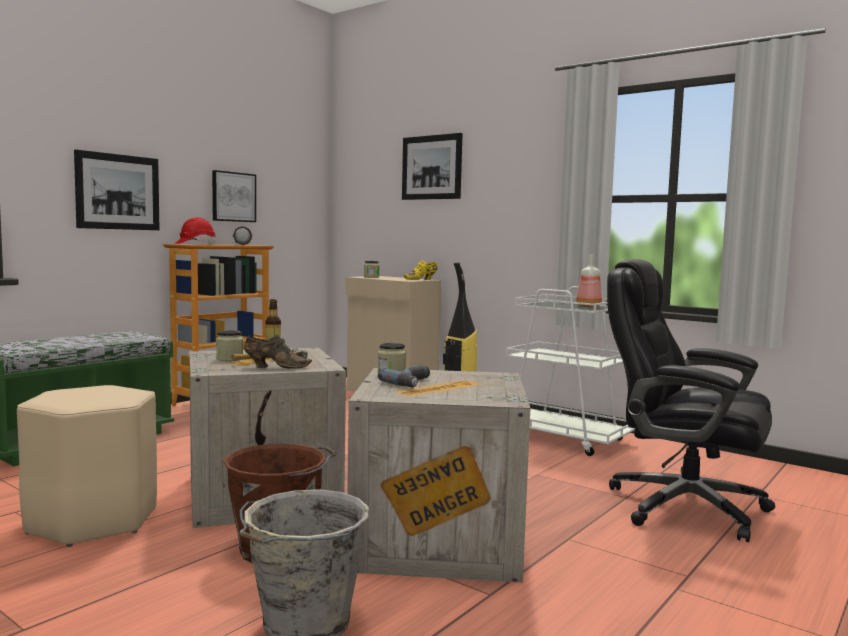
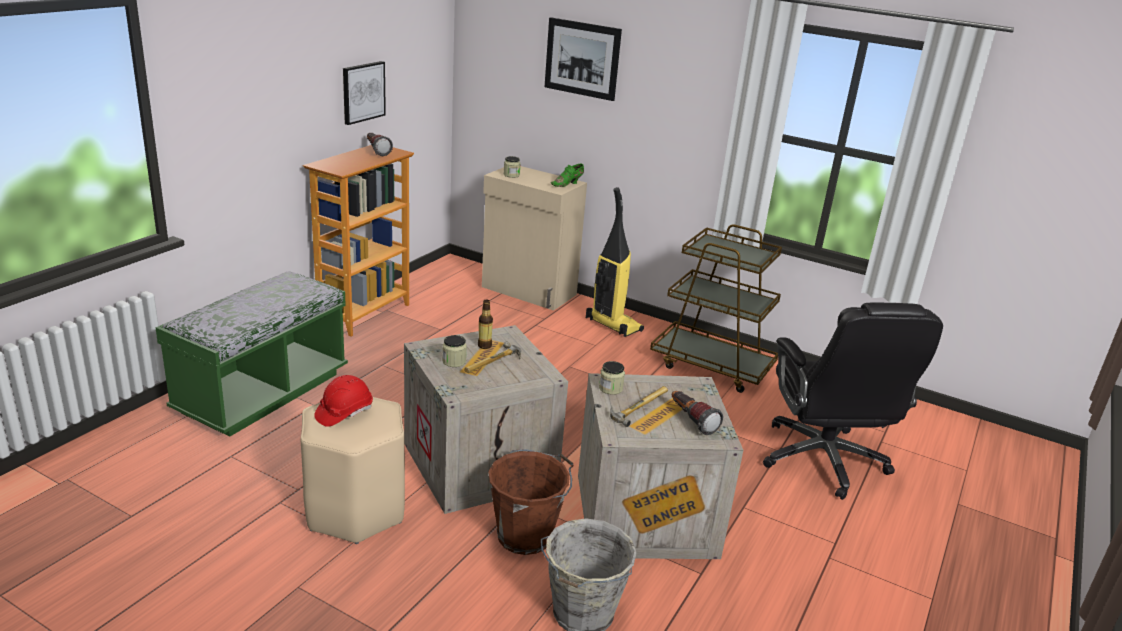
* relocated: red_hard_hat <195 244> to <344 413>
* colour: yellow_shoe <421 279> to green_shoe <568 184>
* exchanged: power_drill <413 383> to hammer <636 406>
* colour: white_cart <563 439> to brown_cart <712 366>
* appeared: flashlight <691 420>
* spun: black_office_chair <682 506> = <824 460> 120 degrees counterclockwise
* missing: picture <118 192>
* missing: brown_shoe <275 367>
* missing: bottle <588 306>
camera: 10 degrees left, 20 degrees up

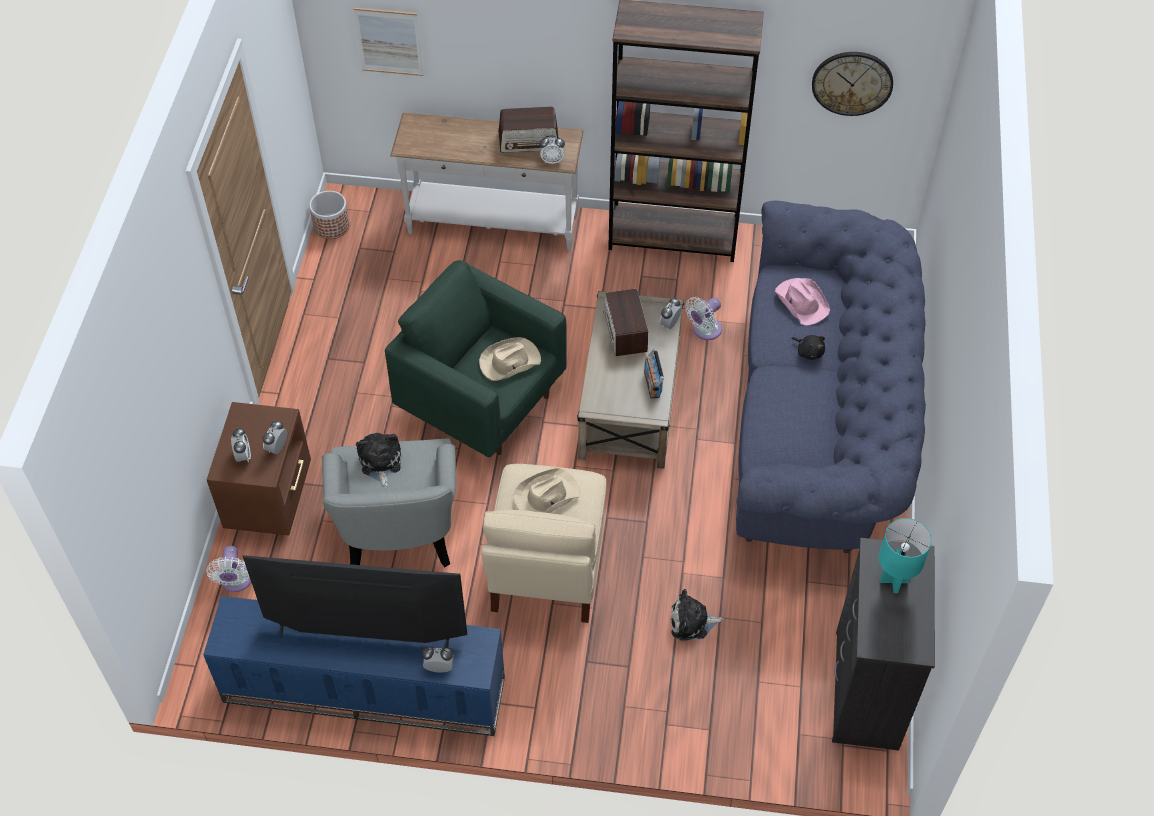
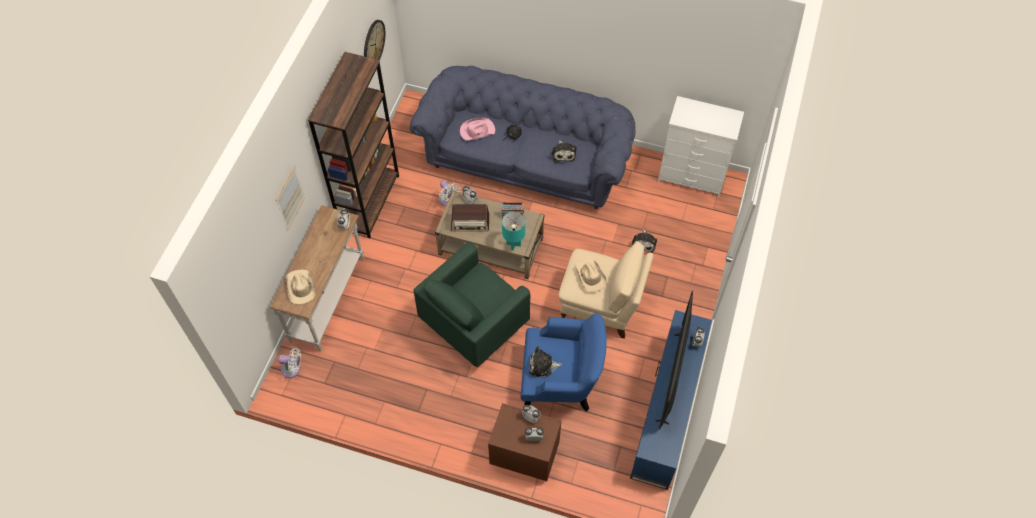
* relocated: picture <389 41> to <290 198>
* relocated: white_fan <236 581> to <293 369>
* relocated: beige_hat <509 361> to <300 287>
* relocated: turquoise_table_lamp <893 580> to <513 244>
* colour: grey_armchair <398 529> to blue_armchair <560 381>
* appeared: plush_toy <563 153>
* colour: black_dresser <865 690> to white_dresser <692 177>
* missing: planter <331 226>
* missing: radio <529 140>
camera: 80 degrees left, 5 degrees up

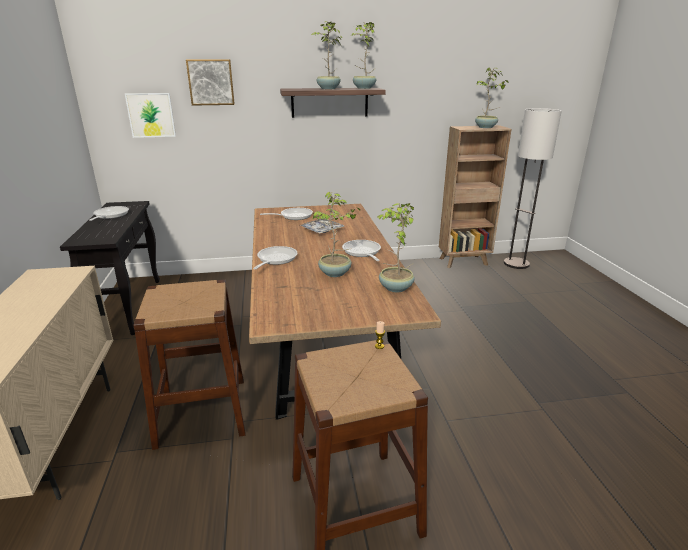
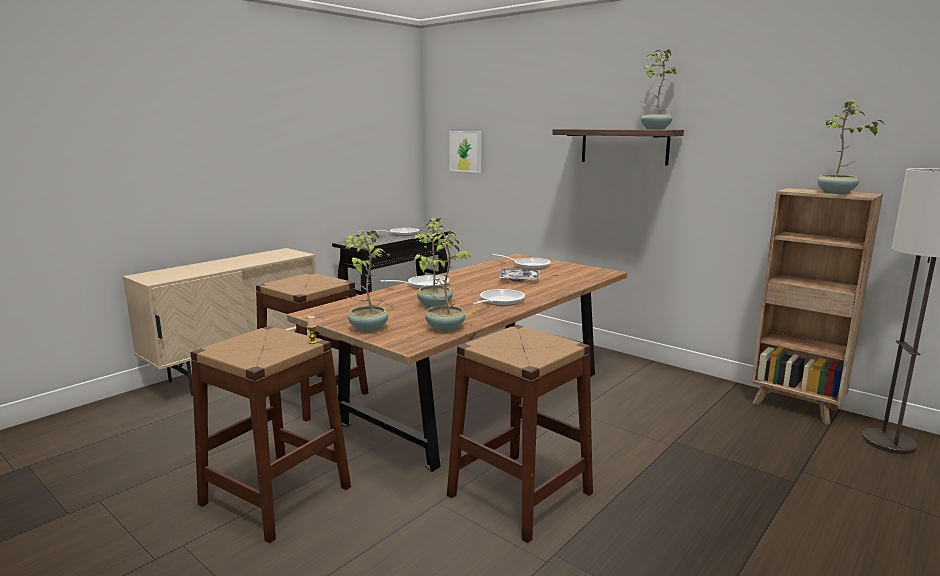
* relocated: potted_plant <328 88> to <367 328>
* appeared: brown_stool <520 494>
* missing: picture <211 82>
camera: 50 degrees right, 10 degrees down

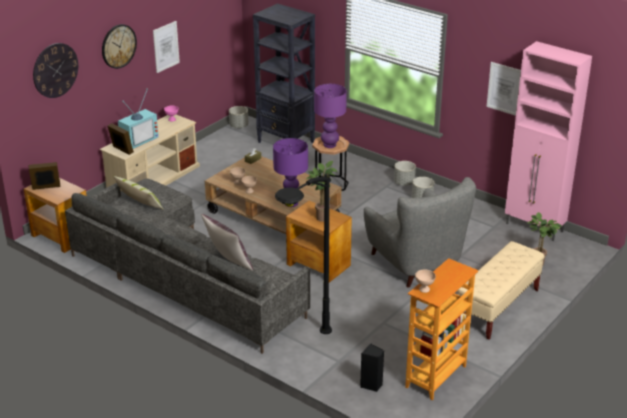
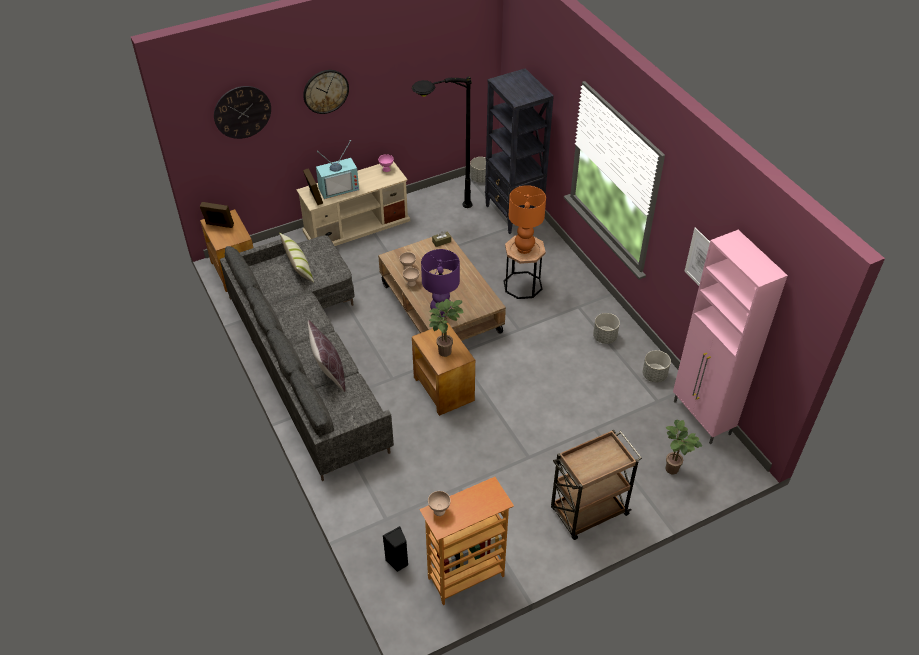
* relocated: black_floor_lamp <301 350> to <439 214>
* colour: purple_table_lamp <330 145> to orange_table_lamp <524 249>
* exchanged: beige_bench <497 307> to brown_cart <588 512>
* relocated: grey_planter <404 183> to <654 375>
* missing: picture <166 46>
* missing: grey_armchair <416 263>
camera: 25 degrees right, 15 degrees up

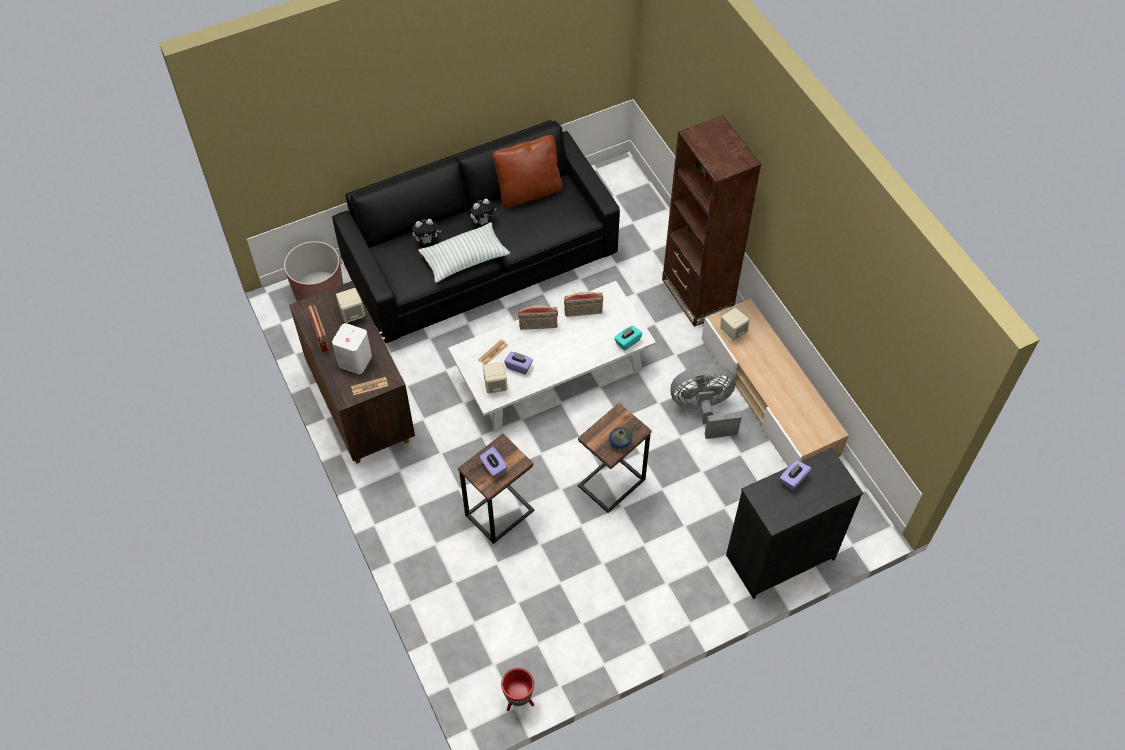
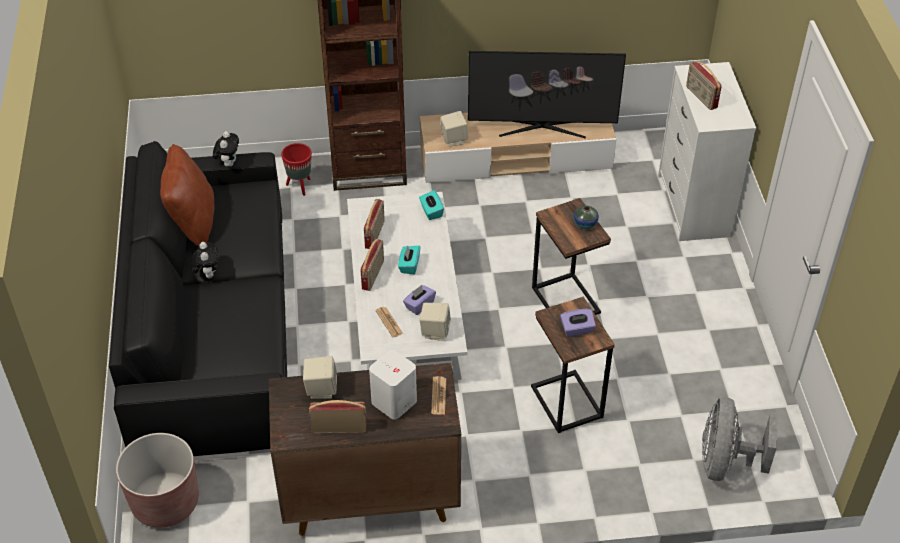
* relocated: plush_toy <427 240> to <228 163>
* relocated: red_planter <519 700> to <300 186>
* appeared: turquoise_tissue_box <409 265>
* appeared: television <541 128>
* colour: black_dresser <779 556> to white_dresser <693 205>
* exchanged: purple_tissue_box <793 479> to radio <700 97>
* relocated: grey_fan <704 411> to <725 462>
* missing: pillow <464 259>
camera: 70 degrees left, 10 degrees down

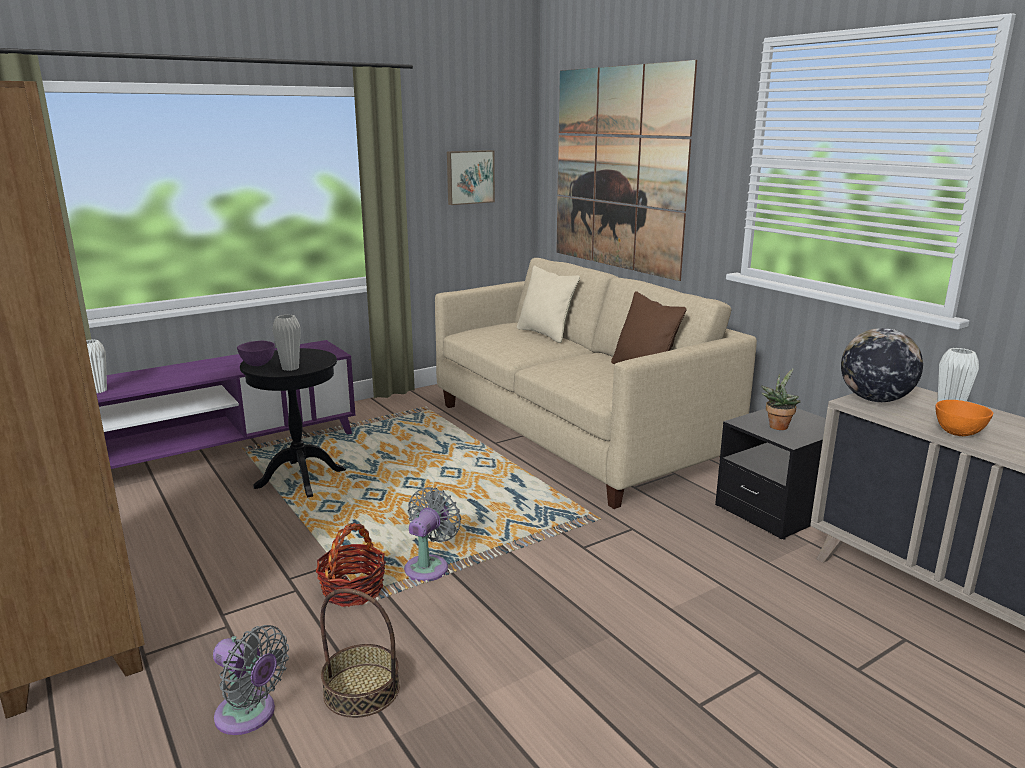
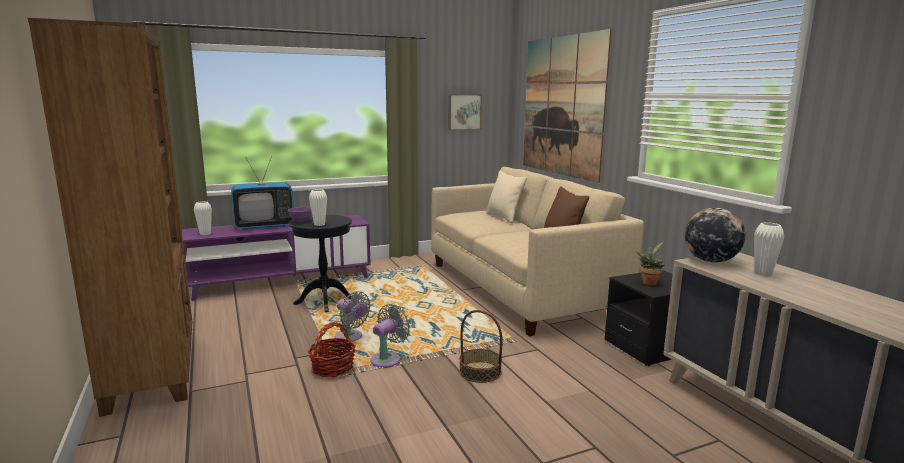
* appeared: television <264 226>
* relocated: grey_fan <249 715> to <350 337>
* relocated: basket <362 690> to <480 372>
* missing: orange_bowl <959 433>
camera: 10 degrees right, 5 degrees down

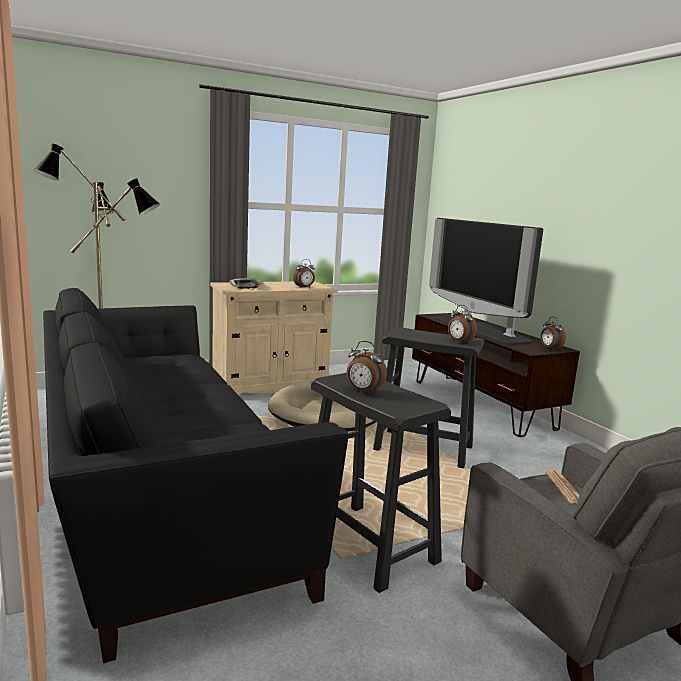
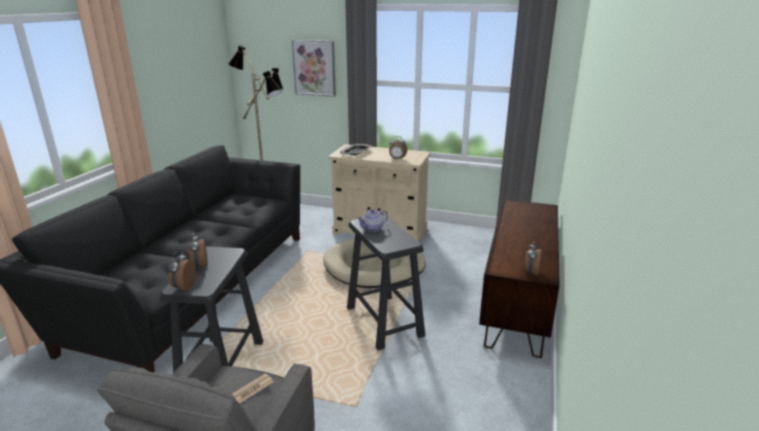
* relocated: alarm_clock <459 342> to <183 287>
* appeared: picture <314 68>
* appeared: teapot <373 228>
* missing: television <482 329>
camera: 45 degrees right, 10 degrees up

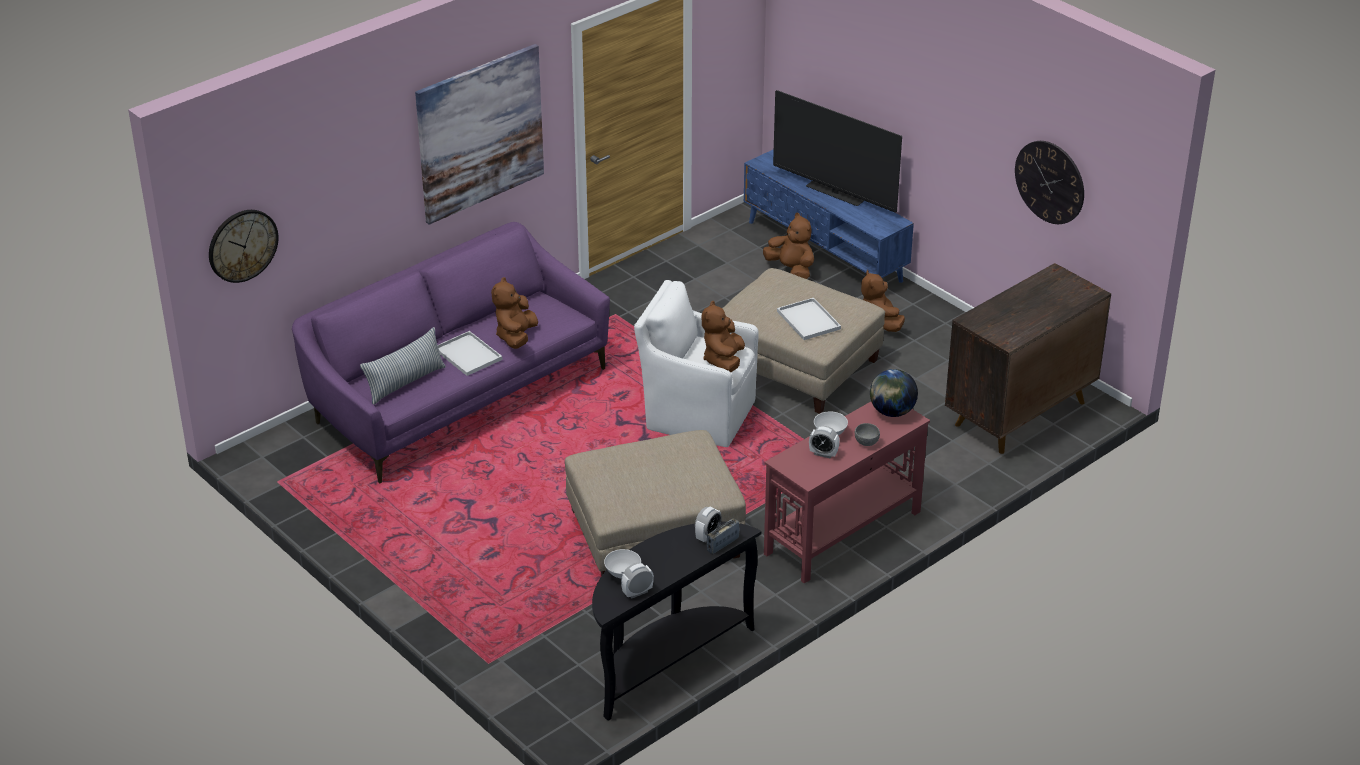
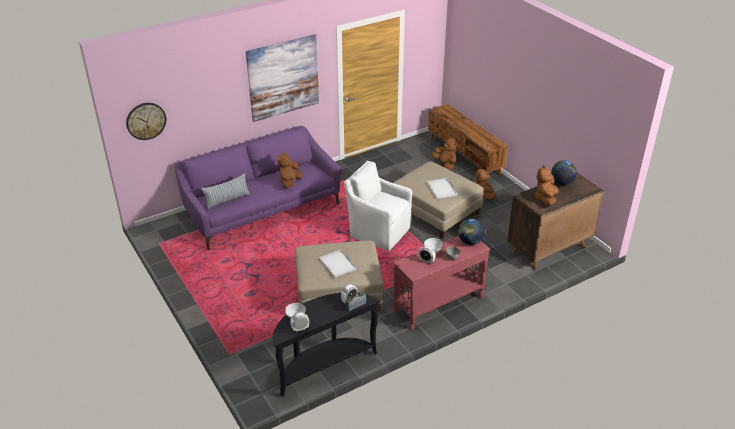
* relocated: white_tray <467 354> to <337 264>
* colour: blue_tv_stand <825 251> to brown_tv_stand <464 157>
* relocated: brown_plush_toy <723 361> to <545 199>
* appeared: globe <562 182>
* missing: television <834 194>
* missing: wall_clock <1050 182>
camera: 10 degrees right, 0 degrees up

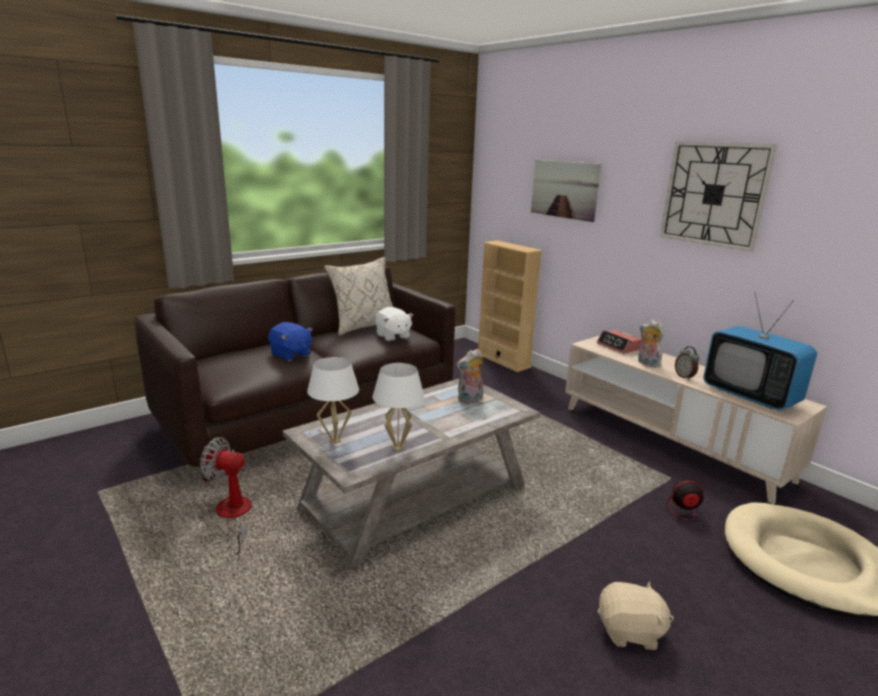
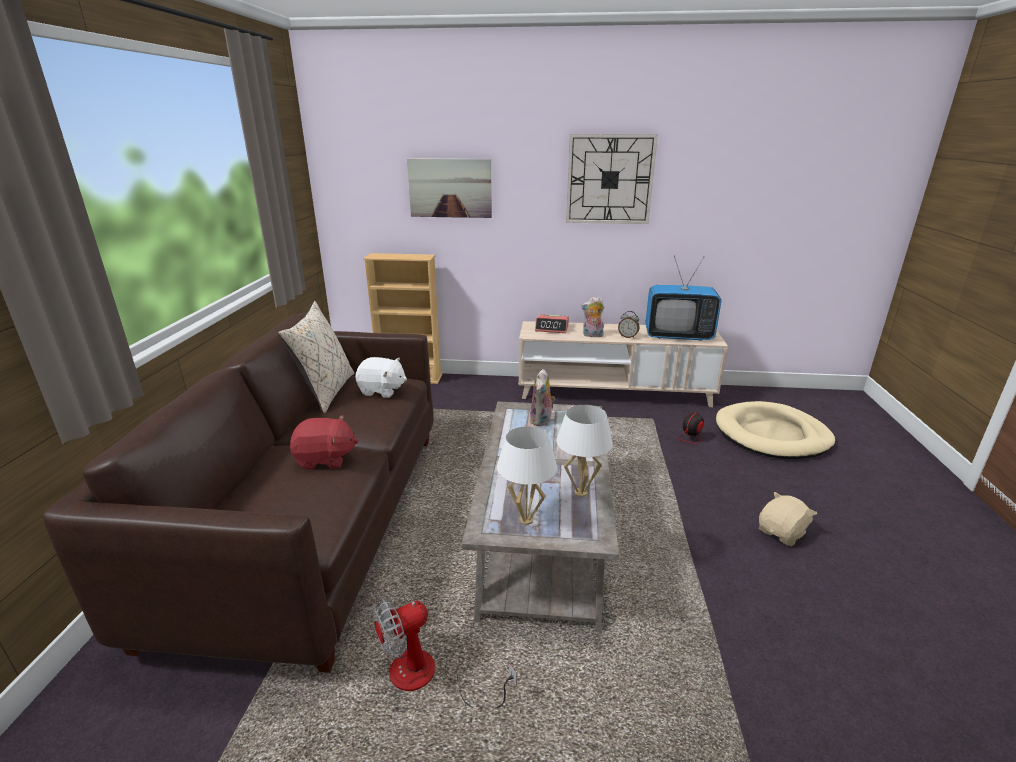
* colour: blue_plush_toy <291 355> to red_plush_toy <325 459>
camera: 45 degrees left, 5 degrees up

